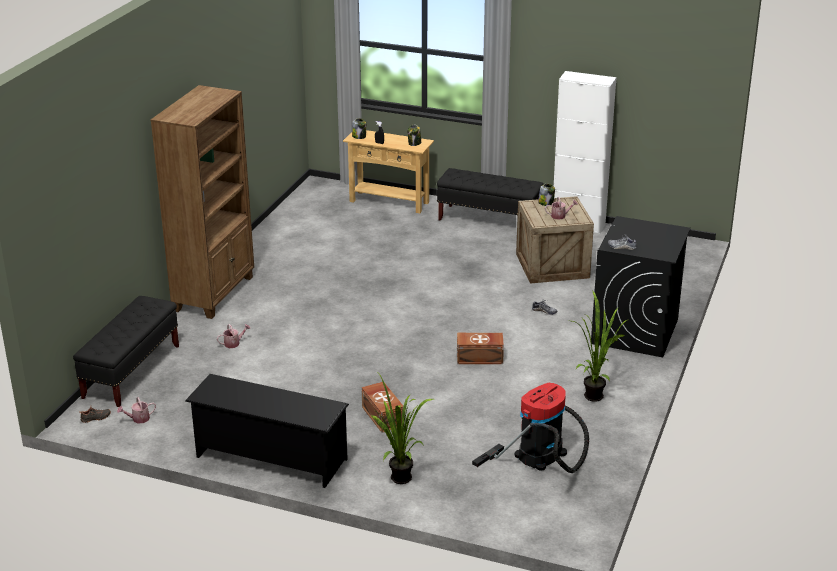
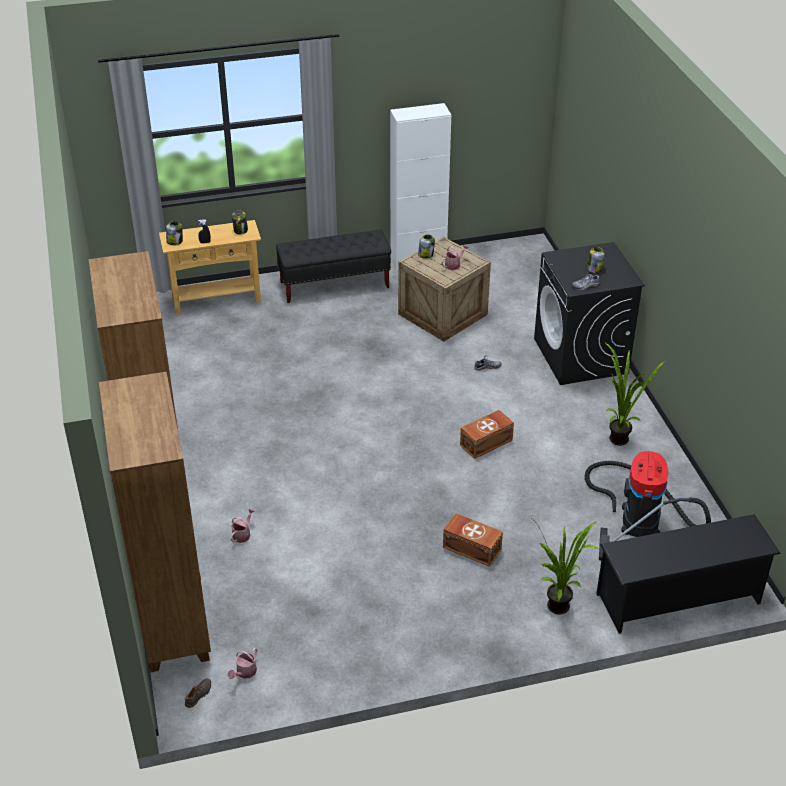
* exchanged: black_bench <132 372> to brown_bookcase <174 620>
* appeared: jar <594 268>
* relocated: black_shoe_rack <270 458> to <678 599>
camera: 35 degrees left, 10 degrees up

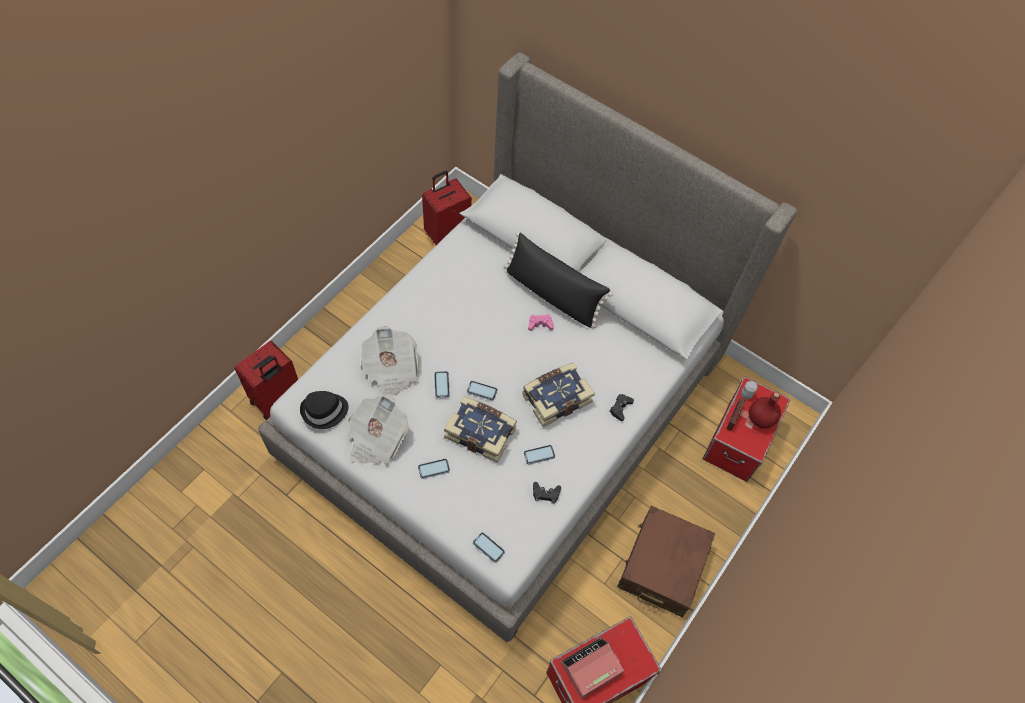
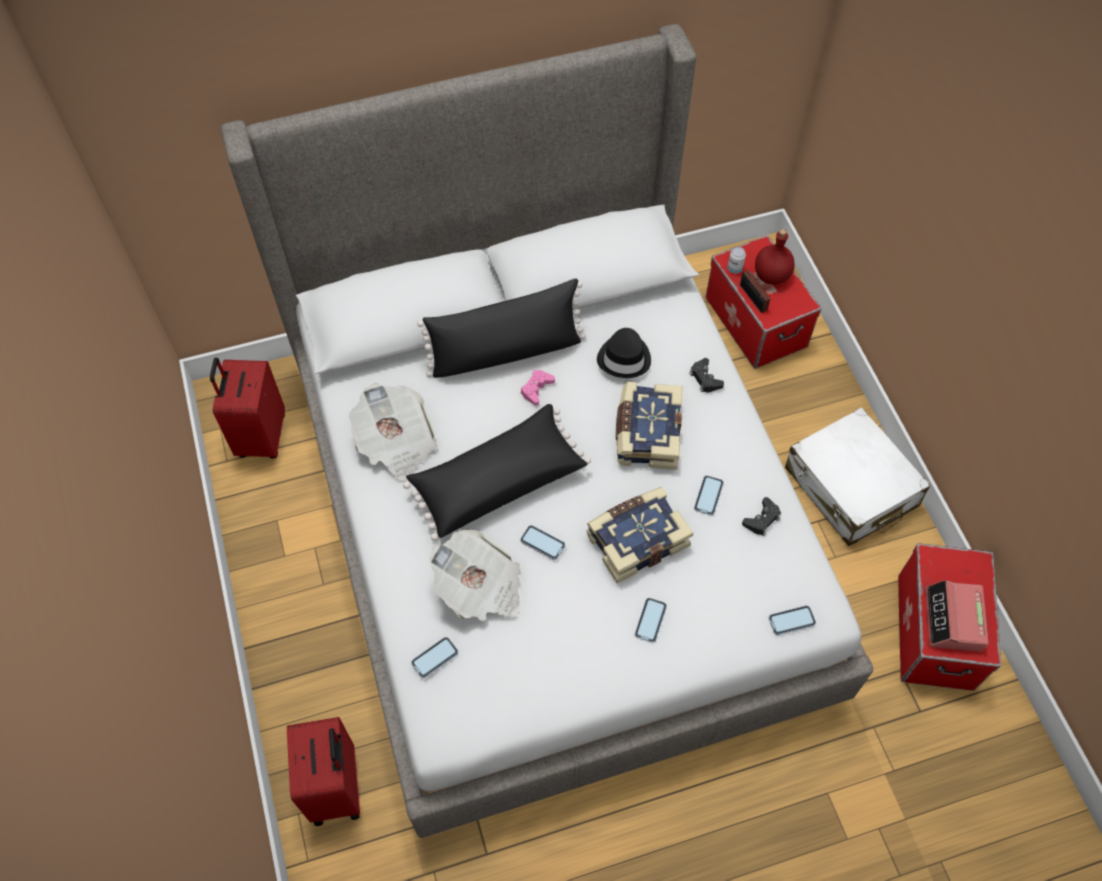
* relocated: newspaper <376 439> to <396 443>
* appeared: black_pillow <497 480>
* relocated: phone <482 391> to <435 658>
* relocated: black_hat <324 411> to <625 358>
* colour: brown_suitcase <662 566> to white_suitcase <850 487>
camera: 50 degrees left, 0 degrees up

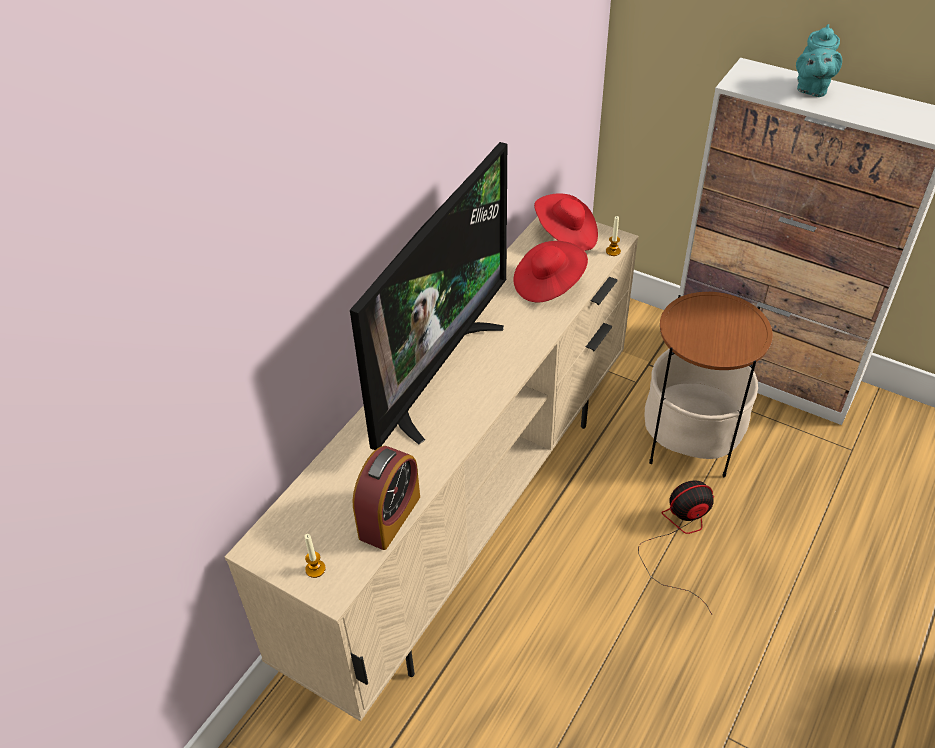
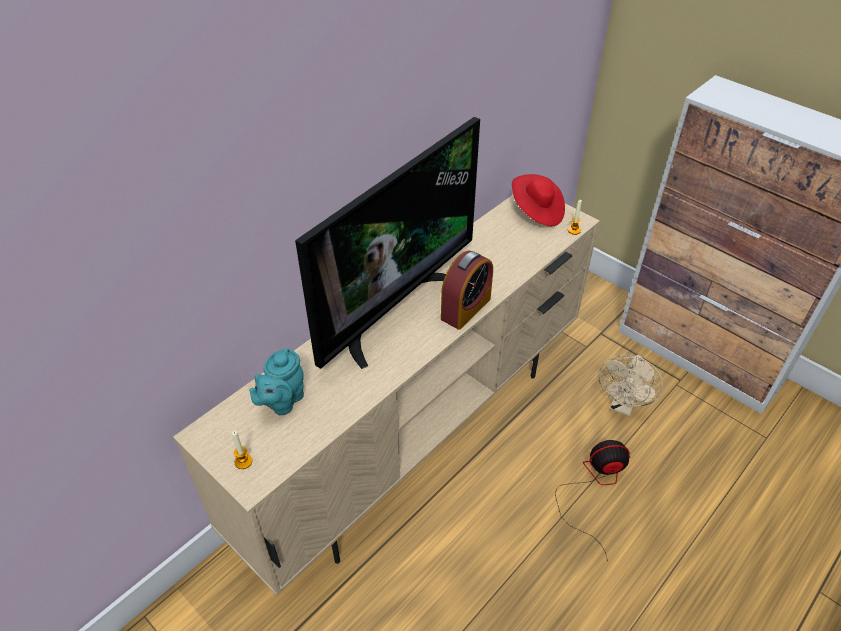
* relocated: turquoise_teapot <811 89> to <282 401>
* relocated: alarm_clock <389 517> to <465 309>
* exchanged: side_table <690 442> to beige_fan <622 405>
* missing: red_hat <548 285>
camera: 10 degrees right, 0 degrees up

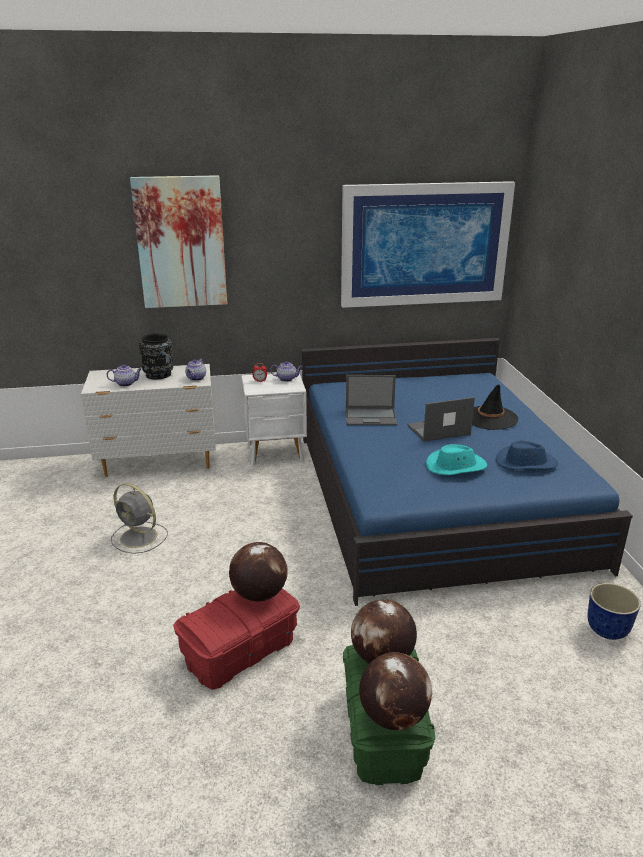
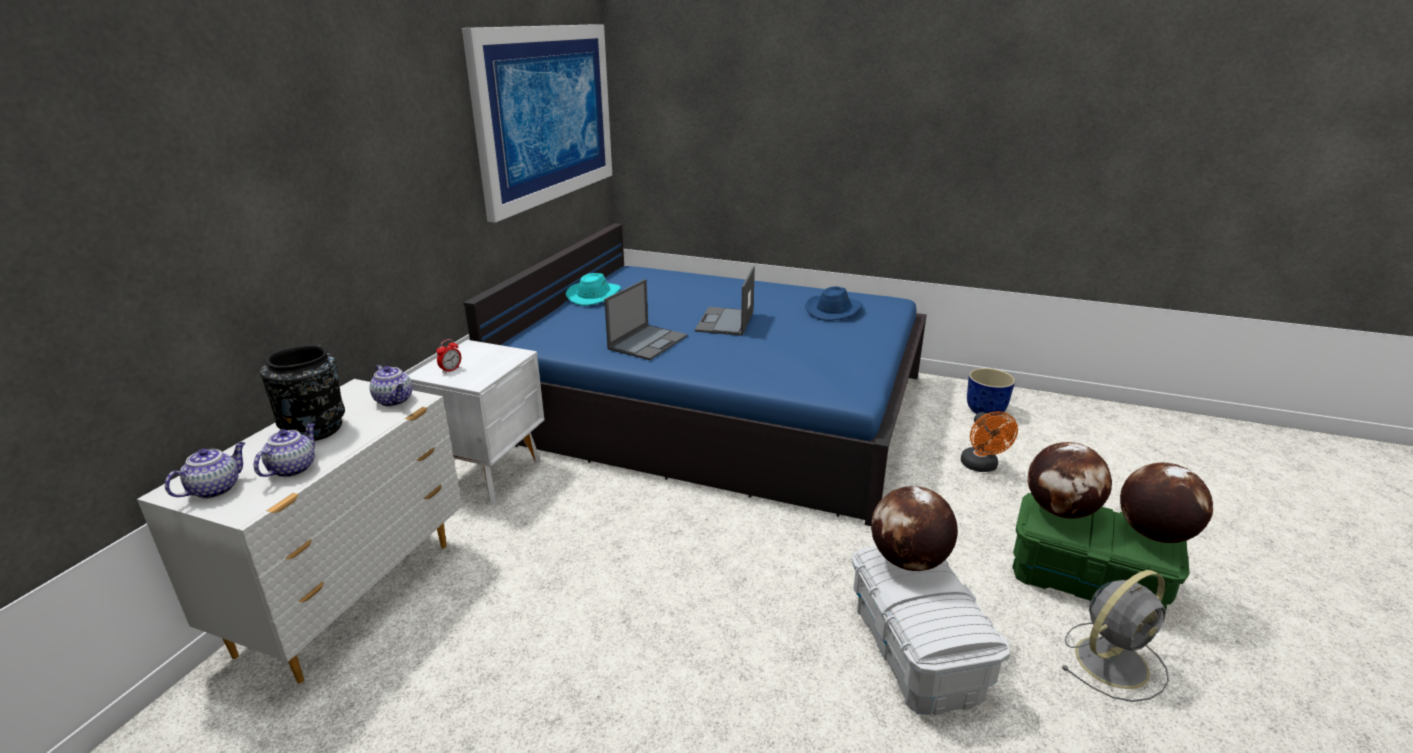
* relocated: teapot <287 379> to <216 488>
* relocated: turquoise_hat <455 466> to <594 295>
* colour: red_storage_box <239 650> to white_storage_box <915 649>
* appeared: orange_fan <981 467>
* relocated: grey_fan <140 537> to <1113 660>
* missing: picture <181 243>
* missing: black_hat <490 418>
camera: 60 degrees left, 0 degrees up

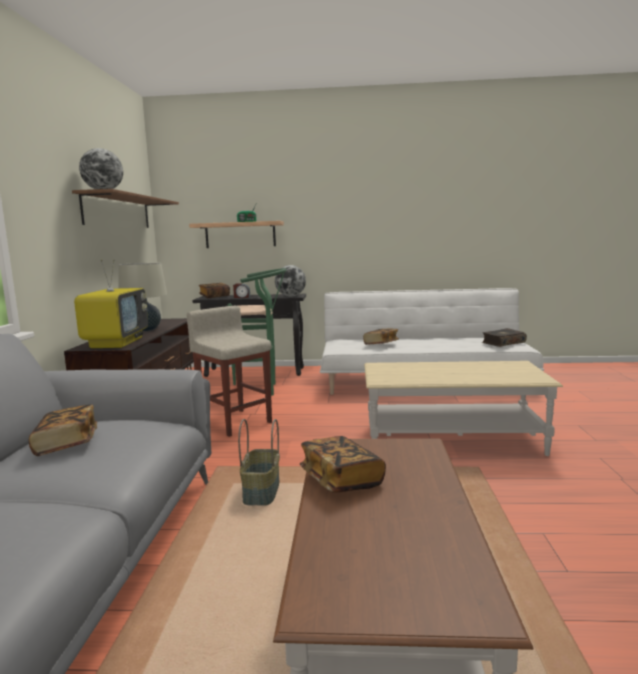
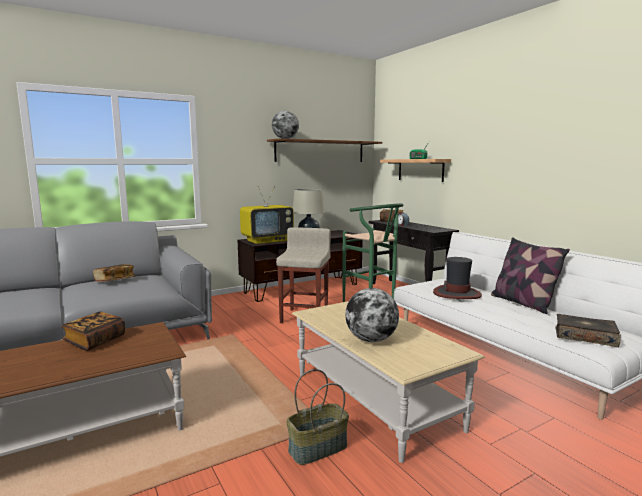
* relocated: basket <262 492> to <318 449>
* relocated: globe <290 296> to <371 340>
* exchanged: book <381 344> to hat <457 293>
* appeared: pillow <523 303>
camera: 55 degrees right, 0 degrees up

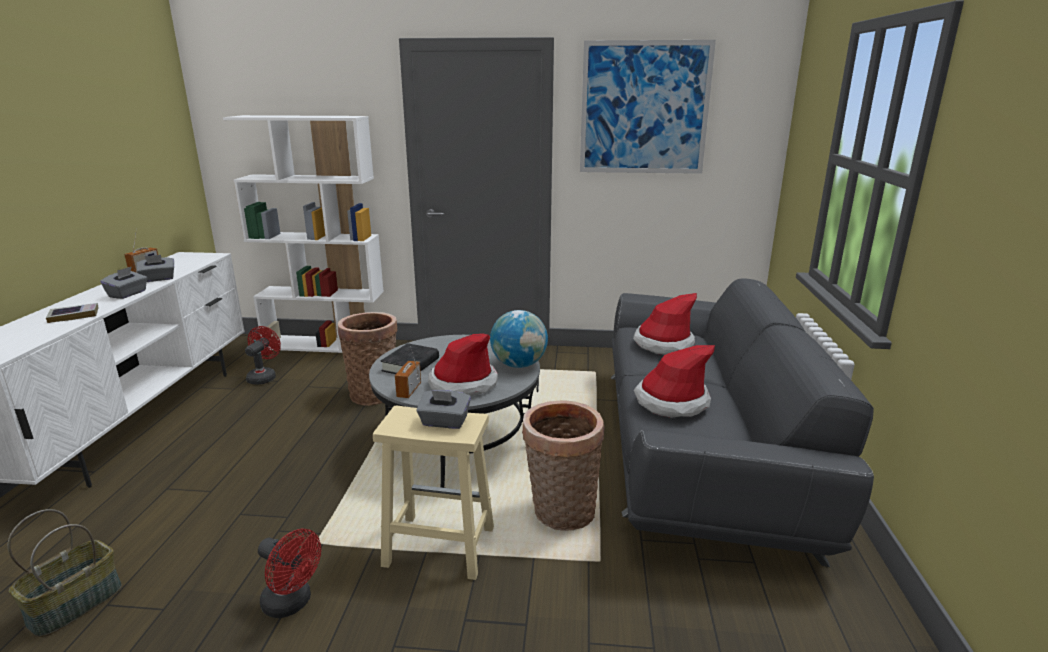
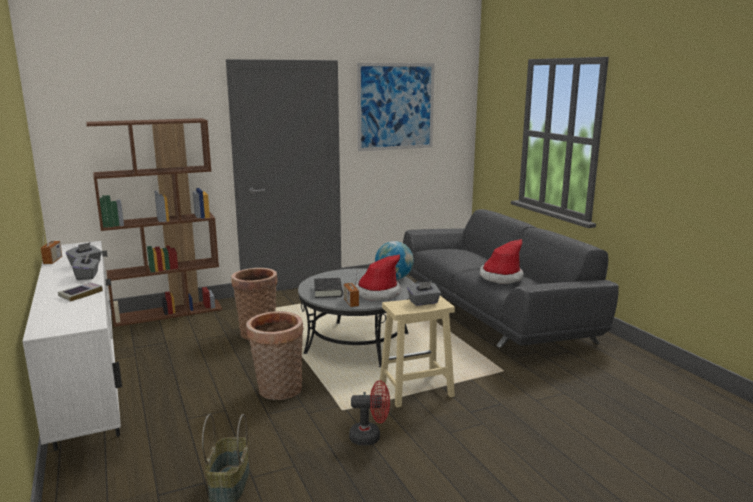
* colour: white_bookcase <327 345> to brown_bookcase <168 312>
* relocated: basket <560 513> to <278 391>
* missing: red_fan <264 377>
* missing: hat <663 344>
camera: 30 degrees left, 5 degrees down

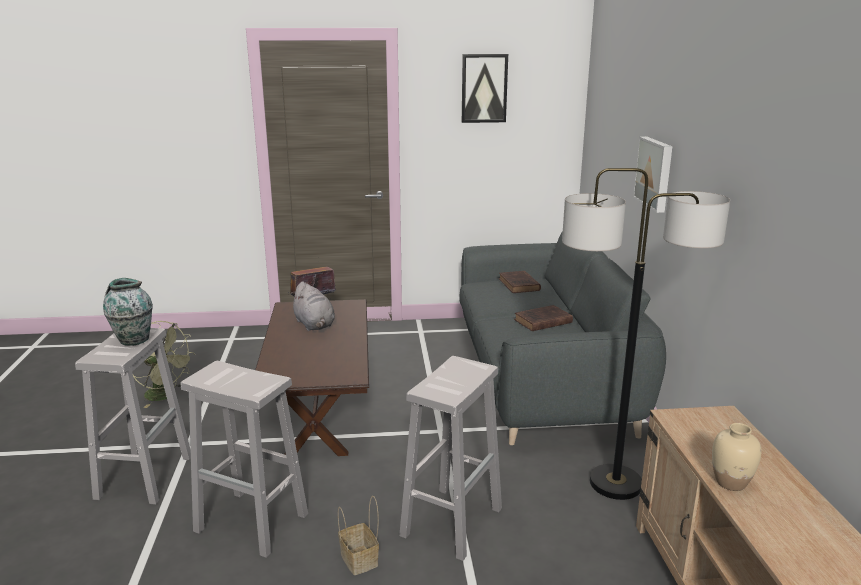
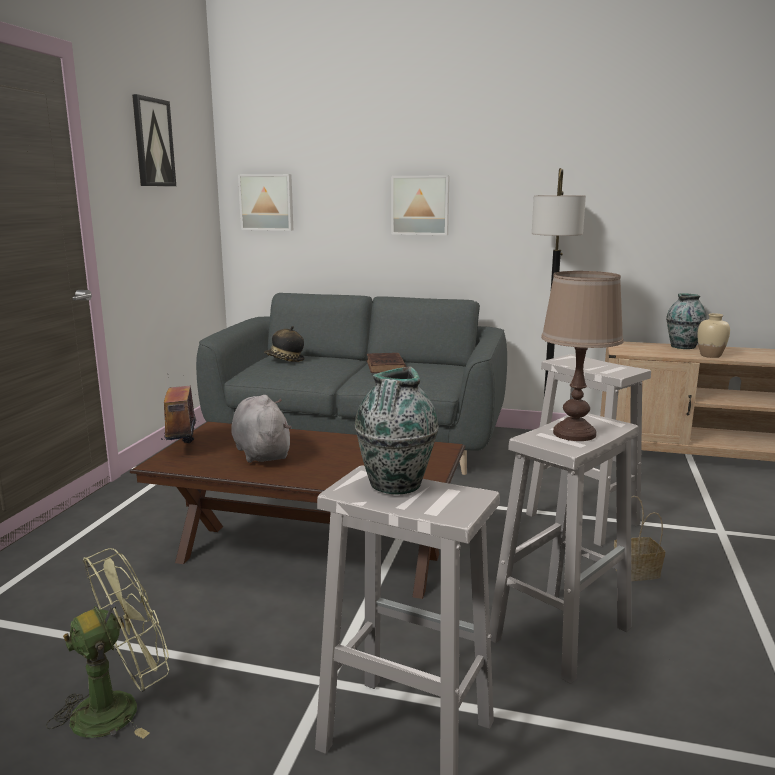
* spun: grey_plush_toy <314 325> = <261 452> 105 degrees counterclockwise
* appeared: picture <267 202>
* exchanged: brown_book <519 285> to hat <284 360>
* appeared: brown_table_lamp <575 434>
* appeared: vase <683 346>
camera: 70 degrees left, 5 degrees down

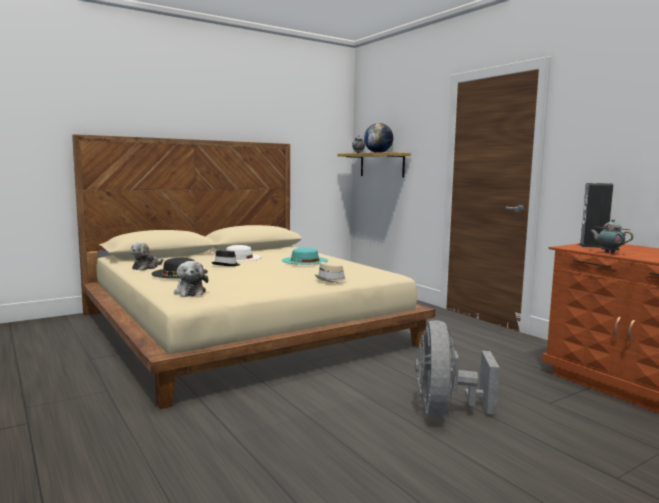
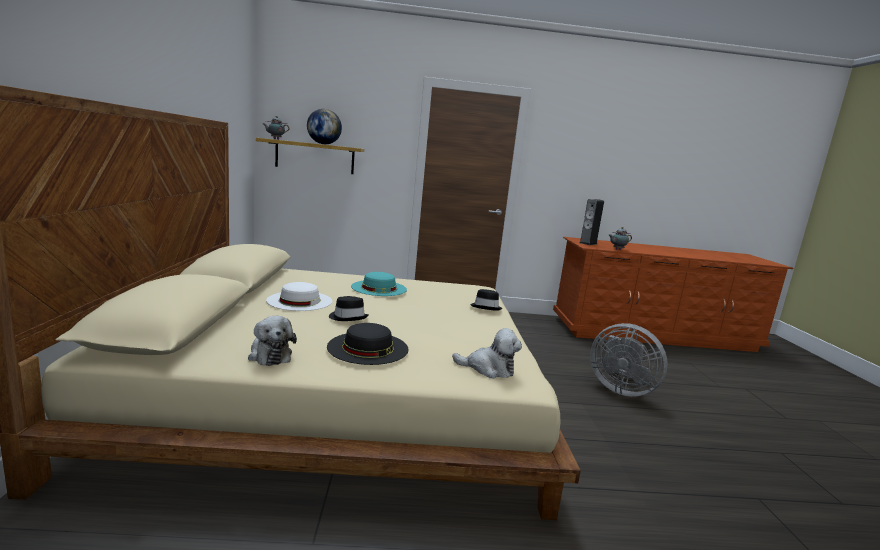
* colour: beige_hat <332 280> to black_hat <486 307>
camera: 60 degrees left, 5 degrees up

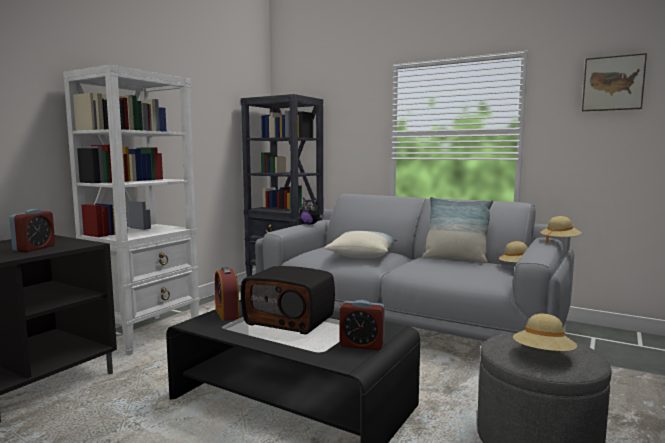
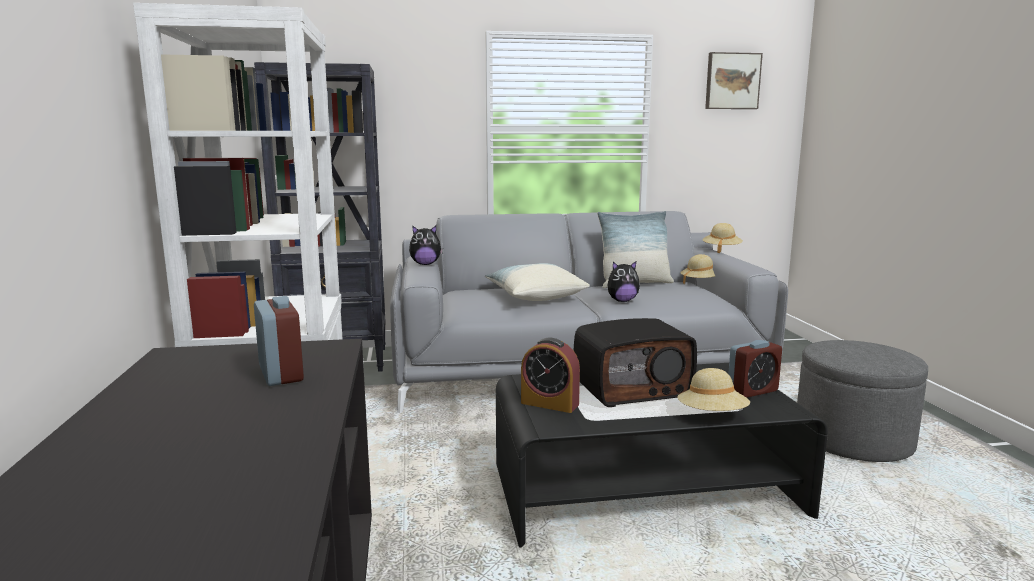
* appeared: plush_toy <622 301>
* relocated: beige_hat <543 355> to <712 416>
camera: 40 degrees left, 5 degrees up

